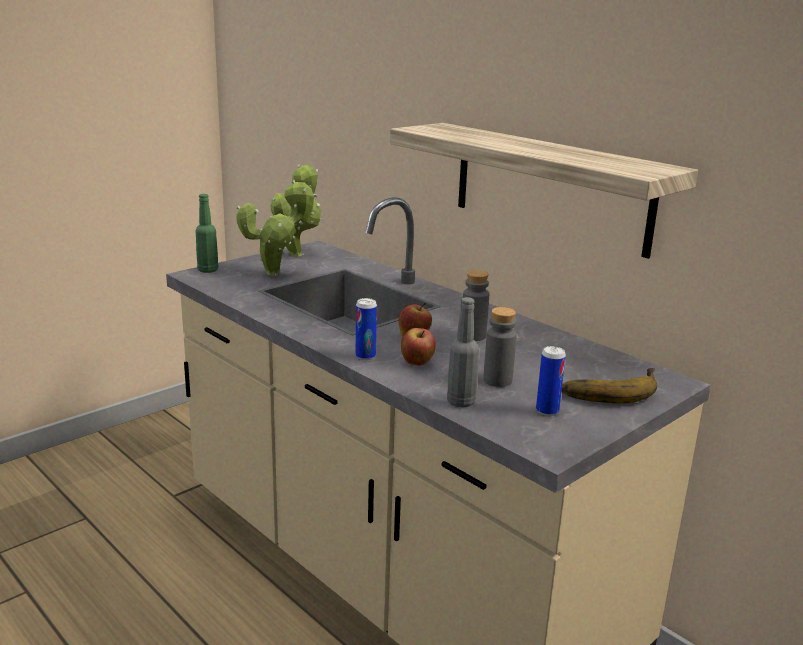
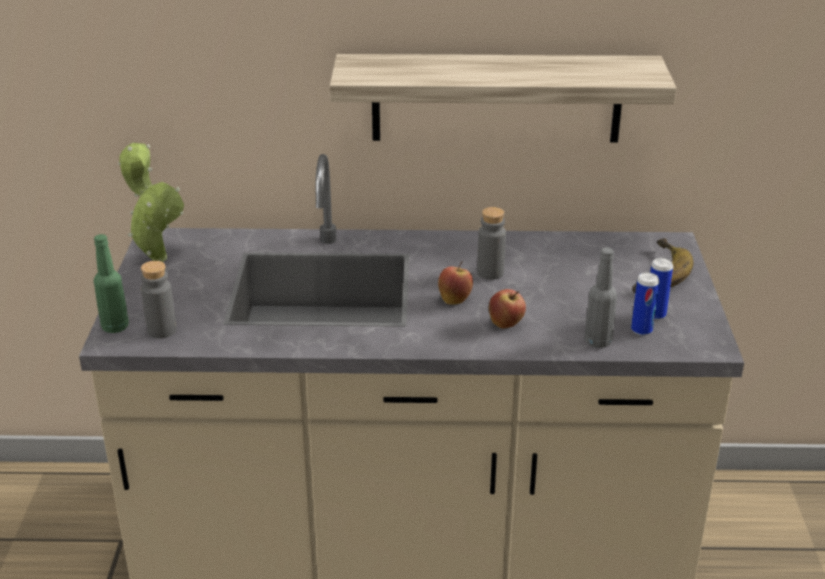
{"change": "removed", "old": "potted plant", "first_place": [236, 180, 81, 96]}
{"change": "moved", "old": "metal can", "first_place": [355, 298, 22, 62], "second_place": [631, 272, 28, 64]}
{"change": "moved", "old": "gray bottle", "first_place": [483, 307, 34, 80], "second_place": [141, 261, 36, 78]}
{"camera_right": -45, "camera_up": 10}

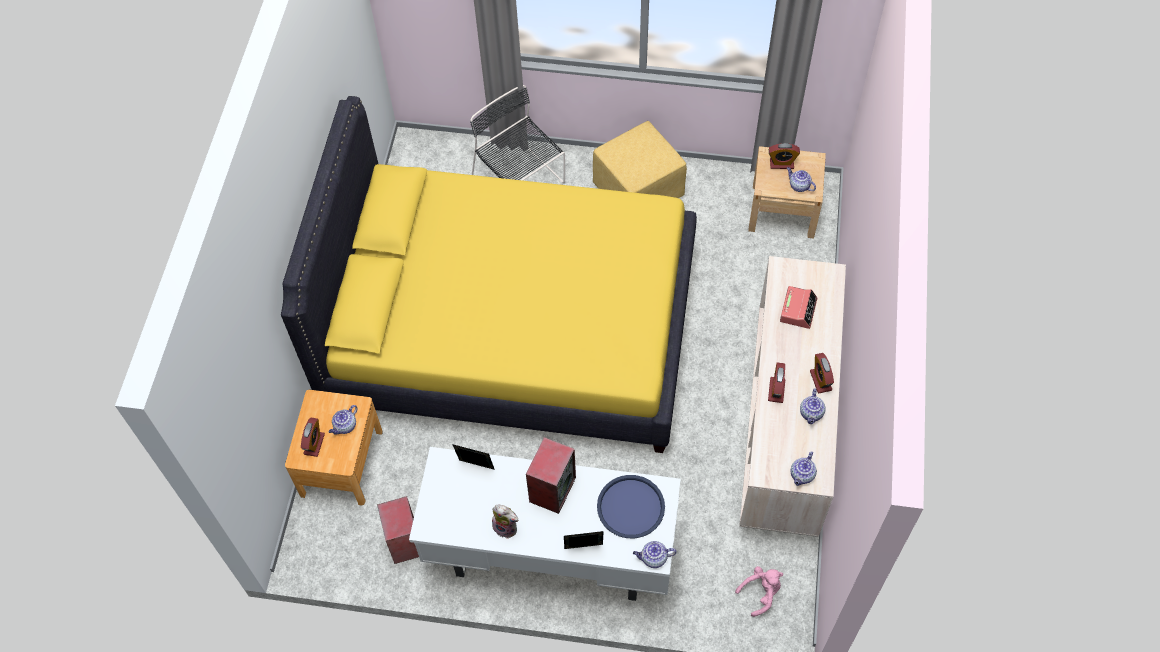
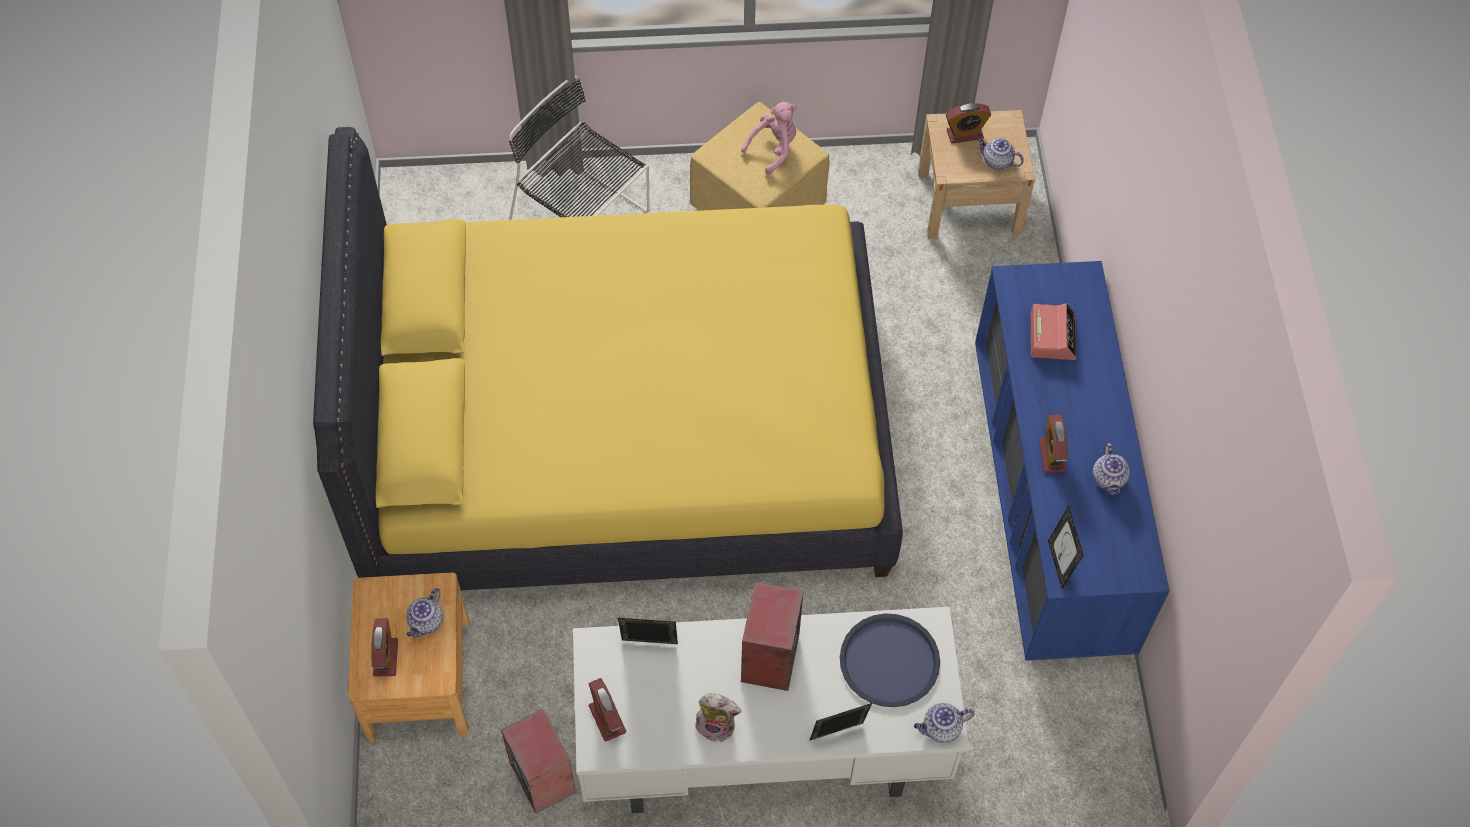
{"change": "removed", "old": "teapot", "first_place": [790, 451, 27, 35]}
{"change": "added", "new": "photo frame", "second_place": [1048, 506, 35, 83]}
{"change": "moved", "old": "pink cuddly toy", "first_place": [735, 566, 48, 51], "second_place": [741, 102, 56, 73]}
{"change": "moved", "old": "bedside clock", "first_place": [810, 353, 24, 40], "second_place": [589, 678, 37, 64]}
{"change": "recoloured", "old": "beige-coloured dresser", "new": "bluish dresser", "first_place": [739, 256, 107, 281], "second_place": [975, 261, 194, 400]}
{"camera_right": -15, "camera_up": 0}

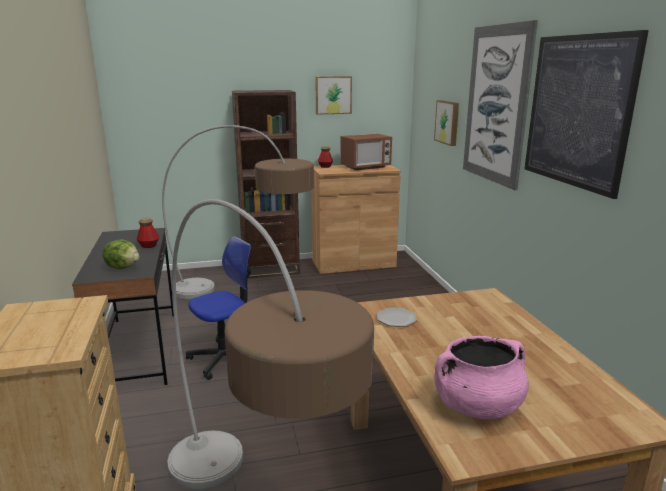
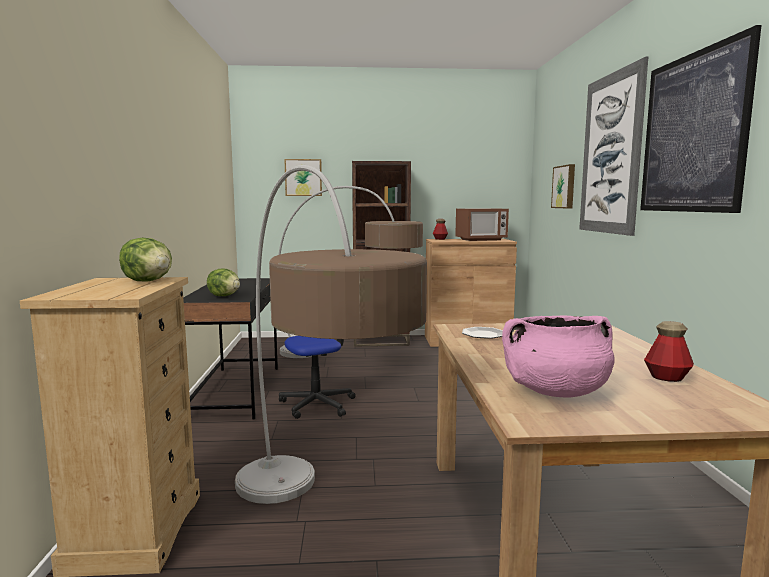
{"change": "added", "new": "lettuce", "second_place": [119, 238, 53, 43]}
{"change": "moved", "old": "bottle", "first_place": [136, 218, 23, 30], "second_place": [644, 321, 50, 61]}
{"change": "moved", "old": "picture", "first_place": [315, 76, 37, 38], "second_place": [284, 159, 38, 37]}
{"camera_right": 10, "camera_up": -10}

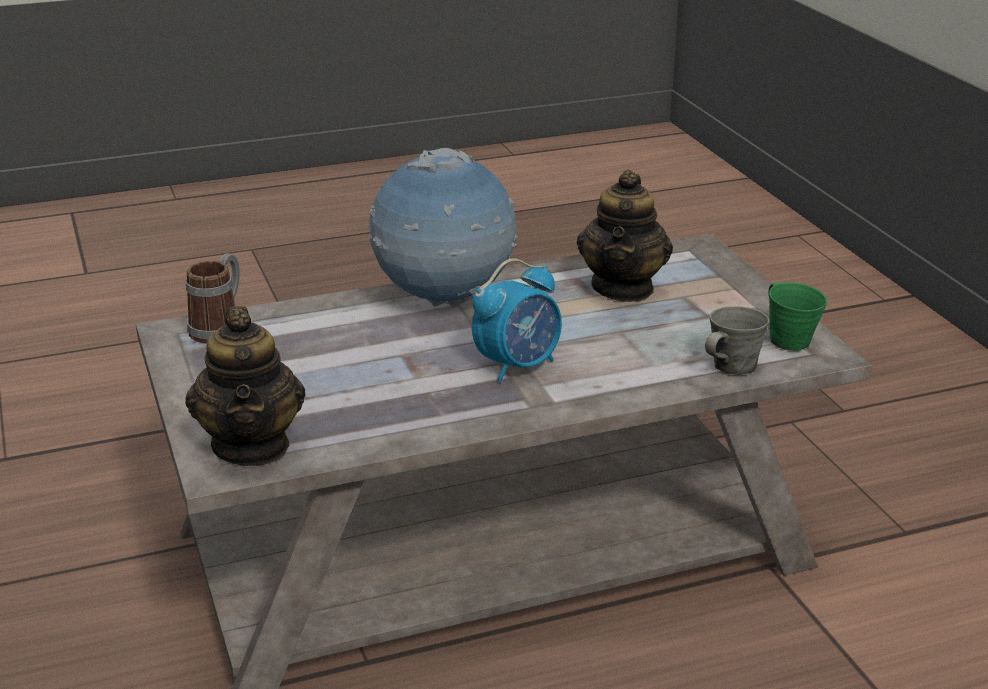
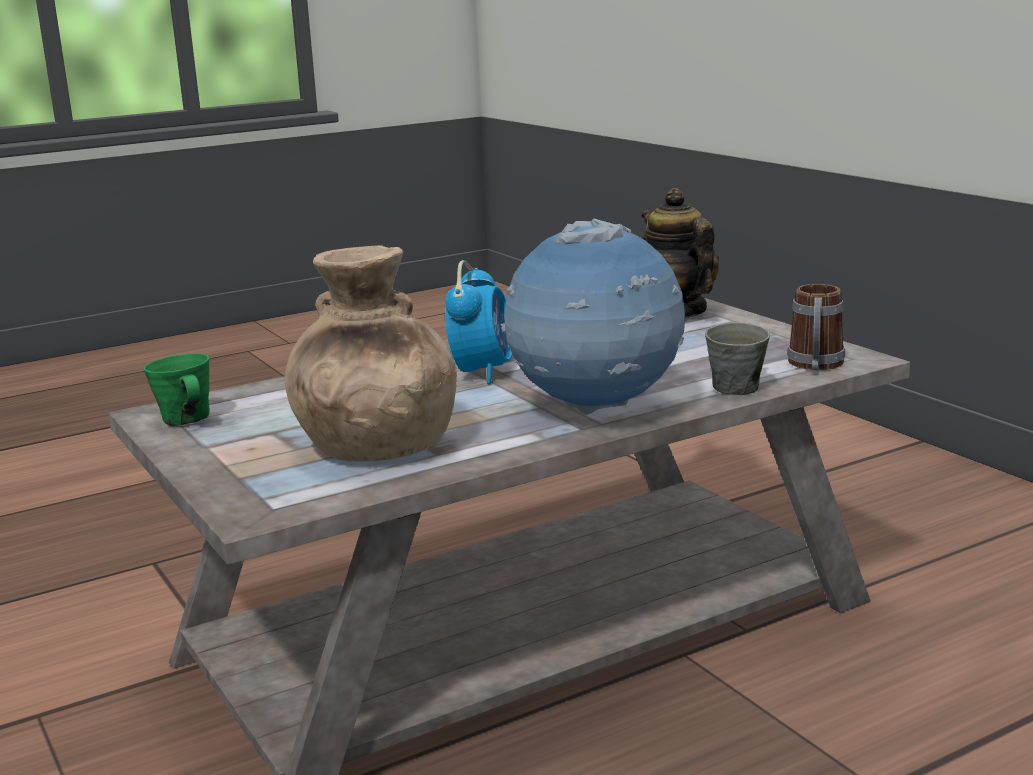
{"change": "moved", "old": "gray mug", "first_place": [705, 306, 64, 69], "second_place": [705, 323, 65, 72]}
{"change": "replaced", "old": "teapot", "new": "brown flower vase", "first_place": [577, 170, 96, 132], "second_place": [285, 245, 172, 216]}
{"change": "turned", "old": "bedside clock", "first_place": [472, 259, 90, 124], "second_place": [445, 260, 67, 124], "degrees": 150}
{"camera_right": 170, "camera_up": -10}

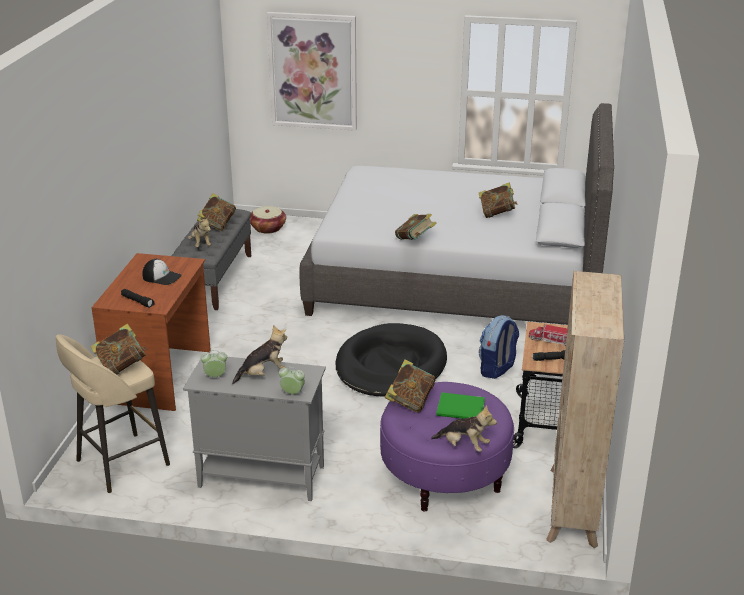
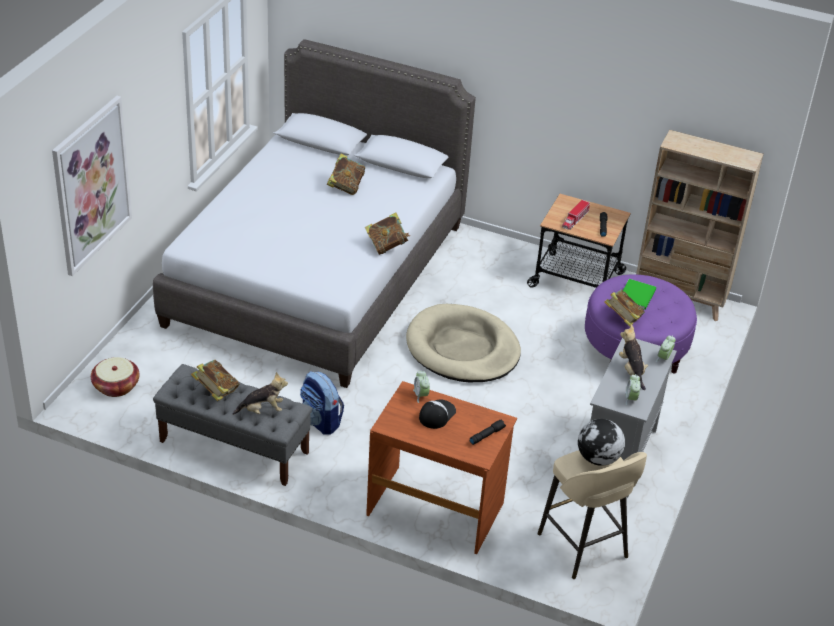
{"change": "removed", "old": "cuddly toy", "first_place": [431, 405, 66, 47]}
{"change": "added", "new": "bedside clock", "second_place": [413, 370, 17, 33]}
{"change": "moved", "old": "rucksack", "first_place": [479, 315, 40, 64], "second_place": [300, 371, 44, 64]}
{"change": "replaced", "old": "volume", "new": "world globe", "first_place": [90, 323, 58, 52], "second_place": [578, 419, 47, 47]}
{"change": "recoloured", "old": "blackish dog cushion", "new": "beige-coloured dog cushion", "first_place": [335, 323, 112, 74], "second_place": [406, 304, 115, 78]}
{"camera_right": -80, "camera_up": 10}

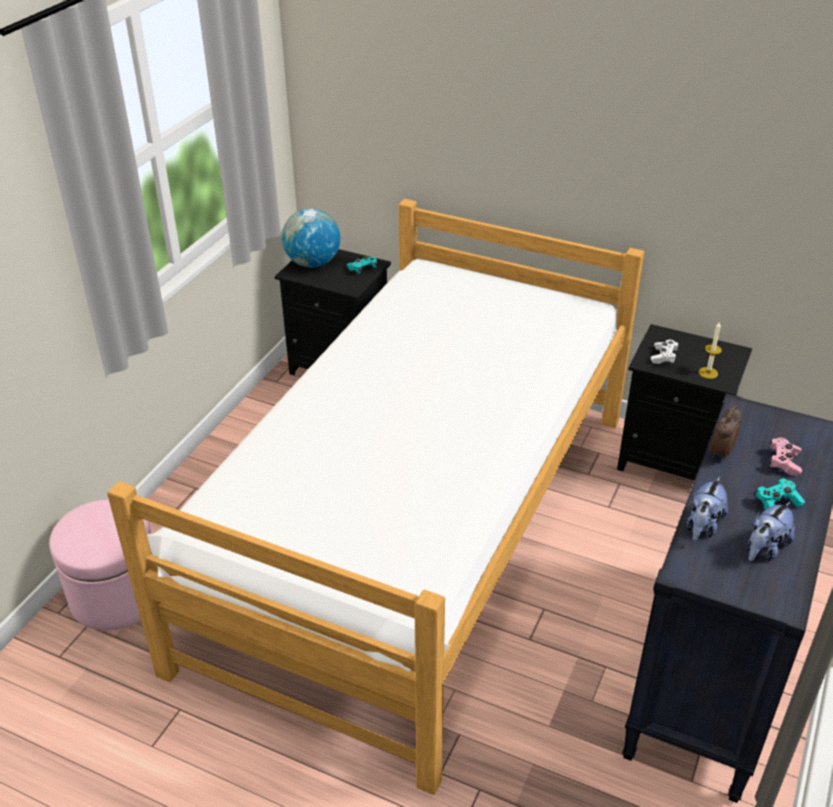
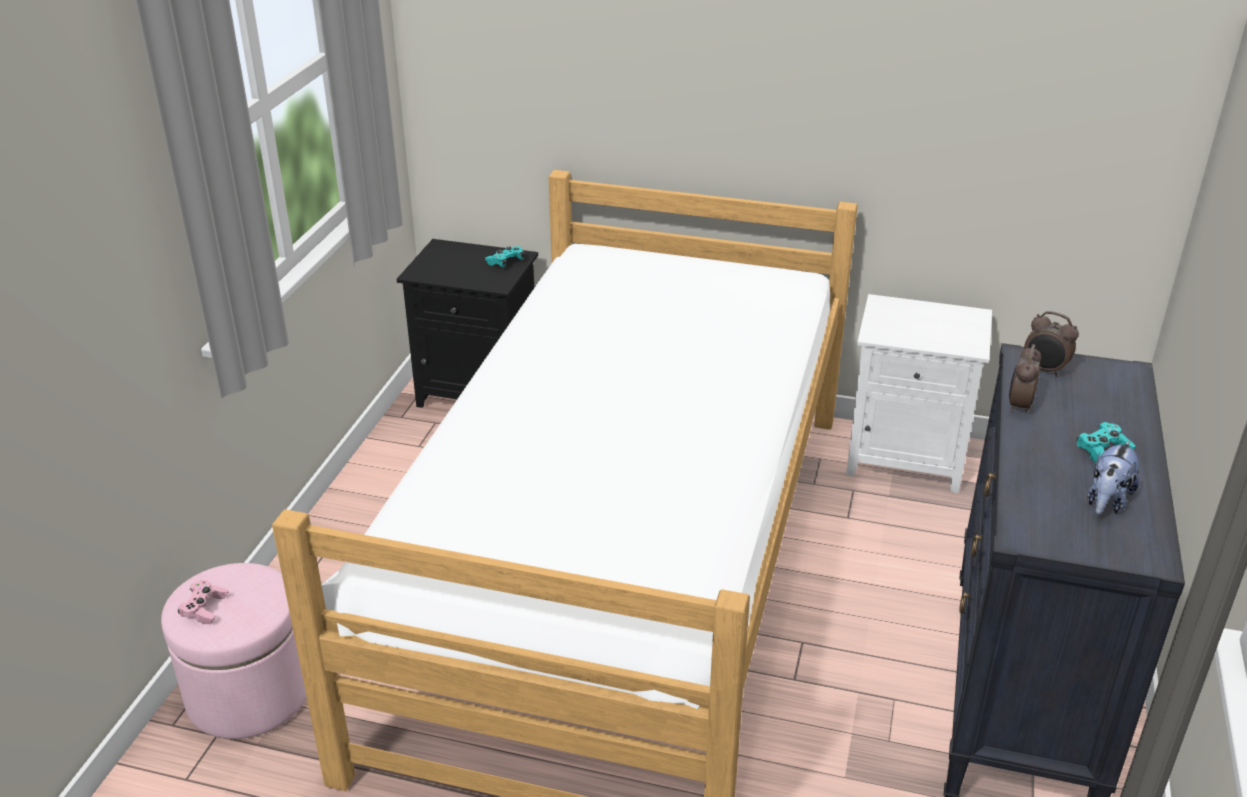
{"change": "removed", "old": "world globe", "first_place": [282, 208, 58, 60]}
{"change": "removed", "old": "whitish joypad", "first_place": [651, 340, 28, 24]}
{"change": "removed", "old": "cuddly toy", "first_place": [687, 477, 41, 64]}
{"change": "removed", "old": "wax light", "first_place": [699, 321, 23, 58]}
{"change": "added", "new": "bedside clock", "second_place": [1024, 311, 55, 66]}
{"change": "moved", "old": "pink joypad", "first_place": [770, 438, 32, 38], "second_place": [178, 580, 50, 44]}
{"change": "recoloured", "old": "blackish bedside table", "new": "whitish bedside table", "first_place": [617, 324, 135, 156], "second_place": [846, 294, 146, 199]}
{"camera_right": -10, "camera_up": -5}

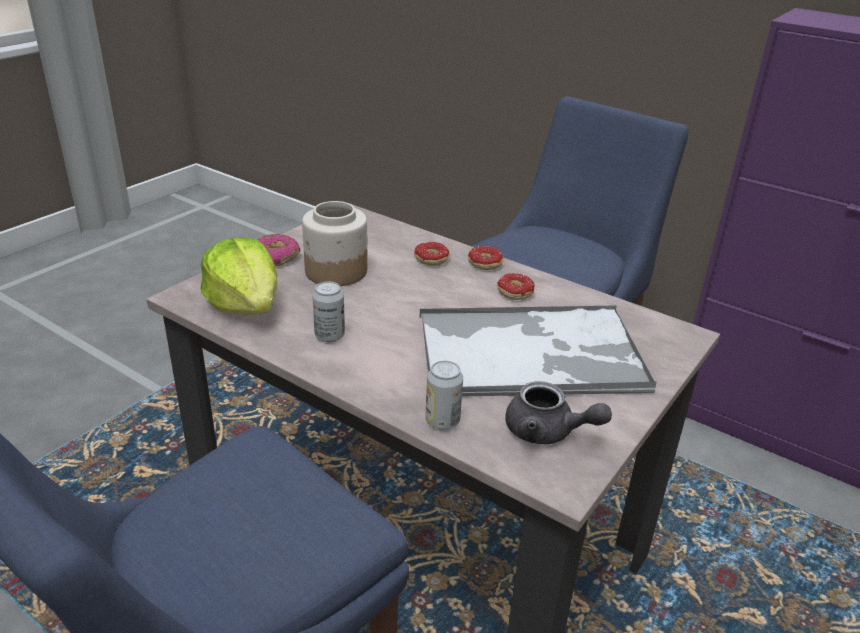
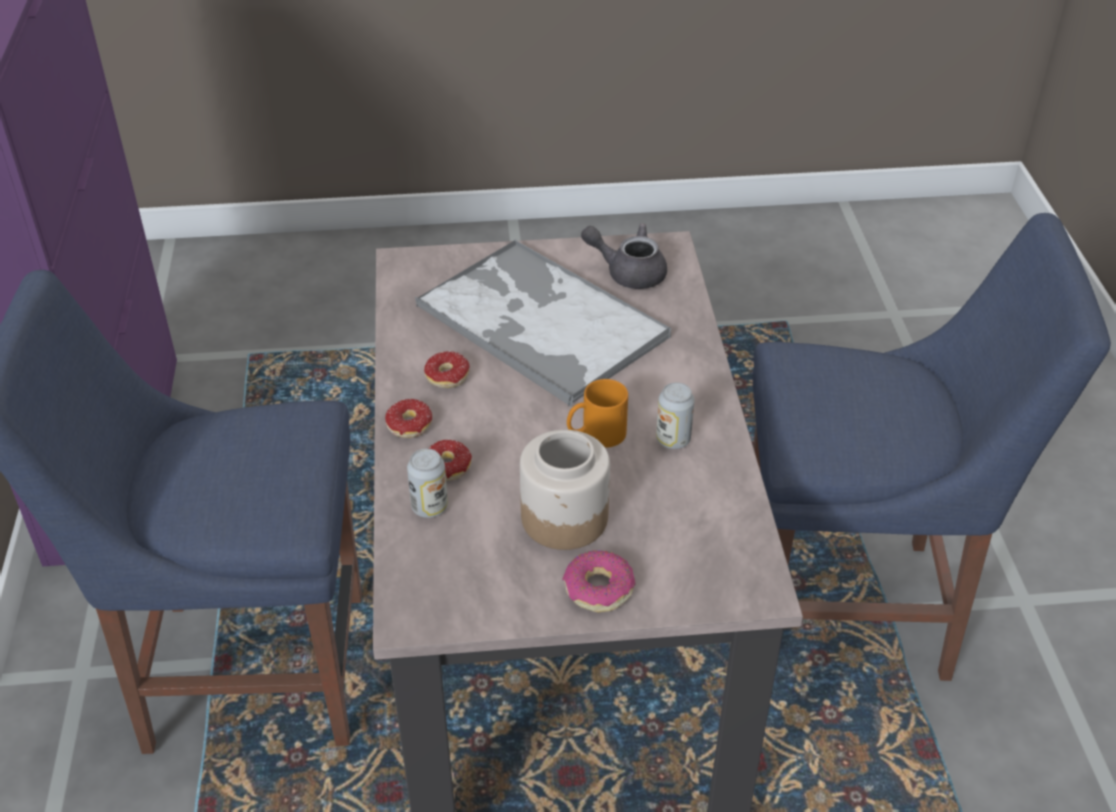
{"change": "removed", "old": "lettuce", "first_place": [201, 237, 76, 78]}
{"change": "added", "new": "orange-coloured mug", "second_place": [567, 379, 61, 69]}
{"change": "moved", "old": "metal can", "first_place": [426, 361, 37, 69], "second_place": [407, 448, 41, 70]}
{"change": "turned", "old": "gray teapot", "first_place": [505, 381, 107, 63], "second_place": [581, 223, 86, 66], "degrees": -60}
{"camera_right": -130, "camera_up": 10}

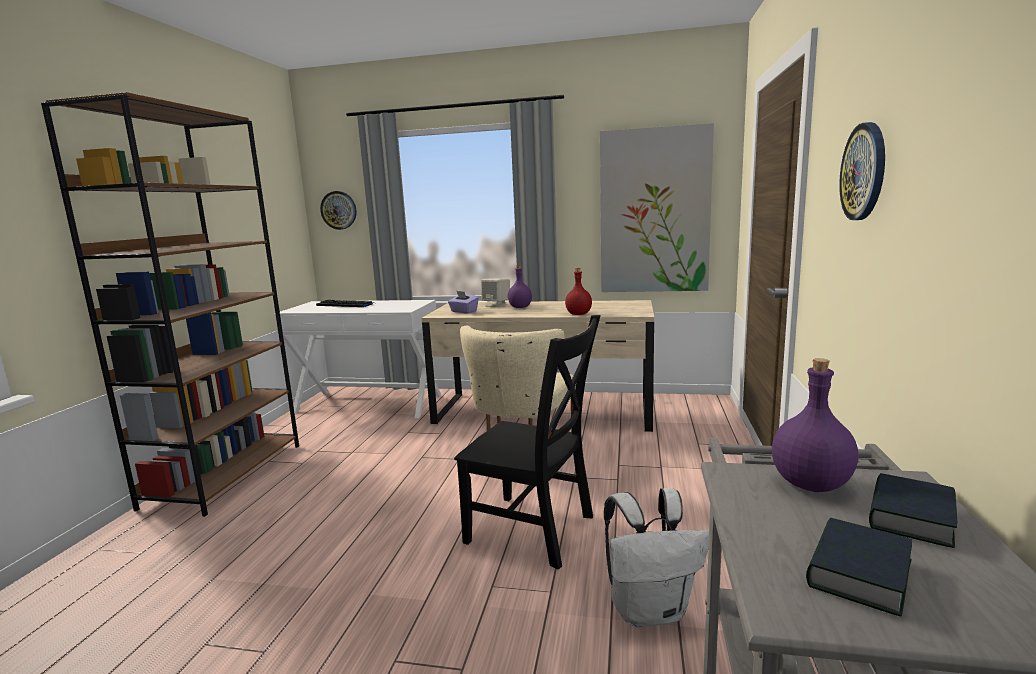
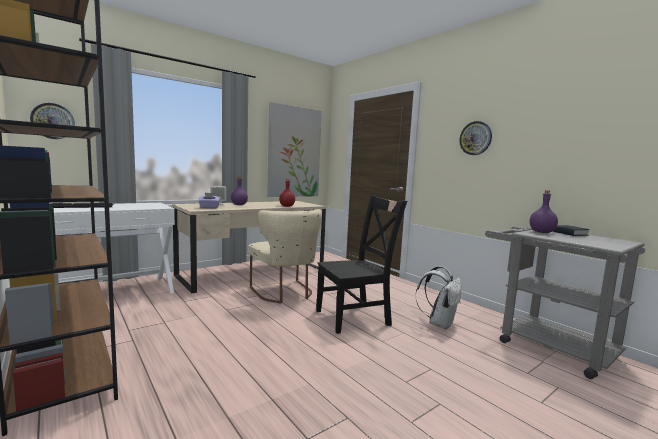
{"change": "removed", "old": "volume", "first_place": [806, 518, 106, 98]}
{"camera_right": -50, "camera_up": -5}

